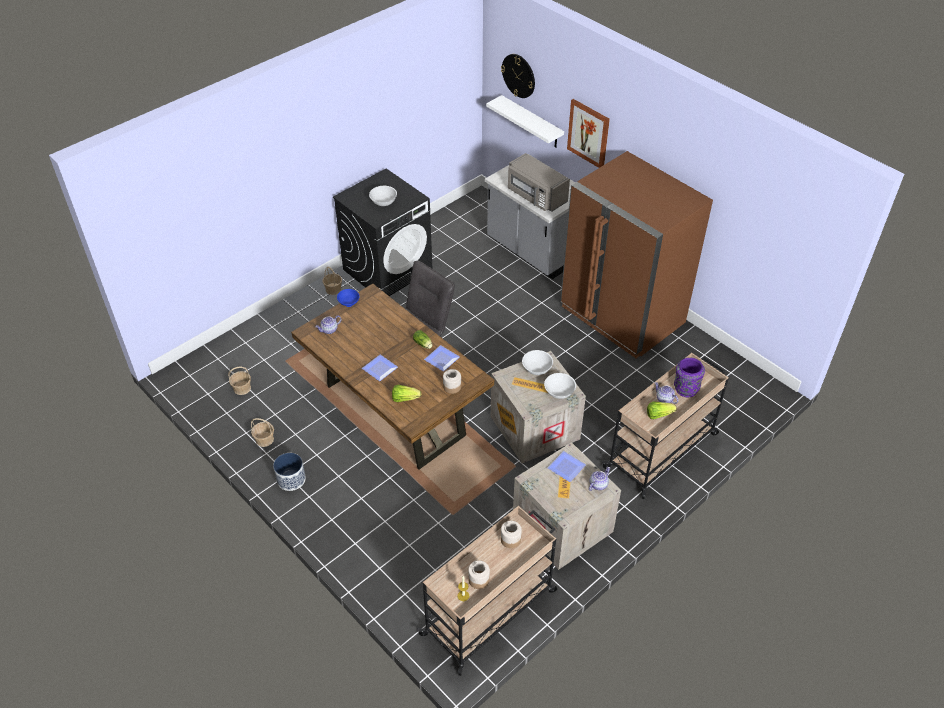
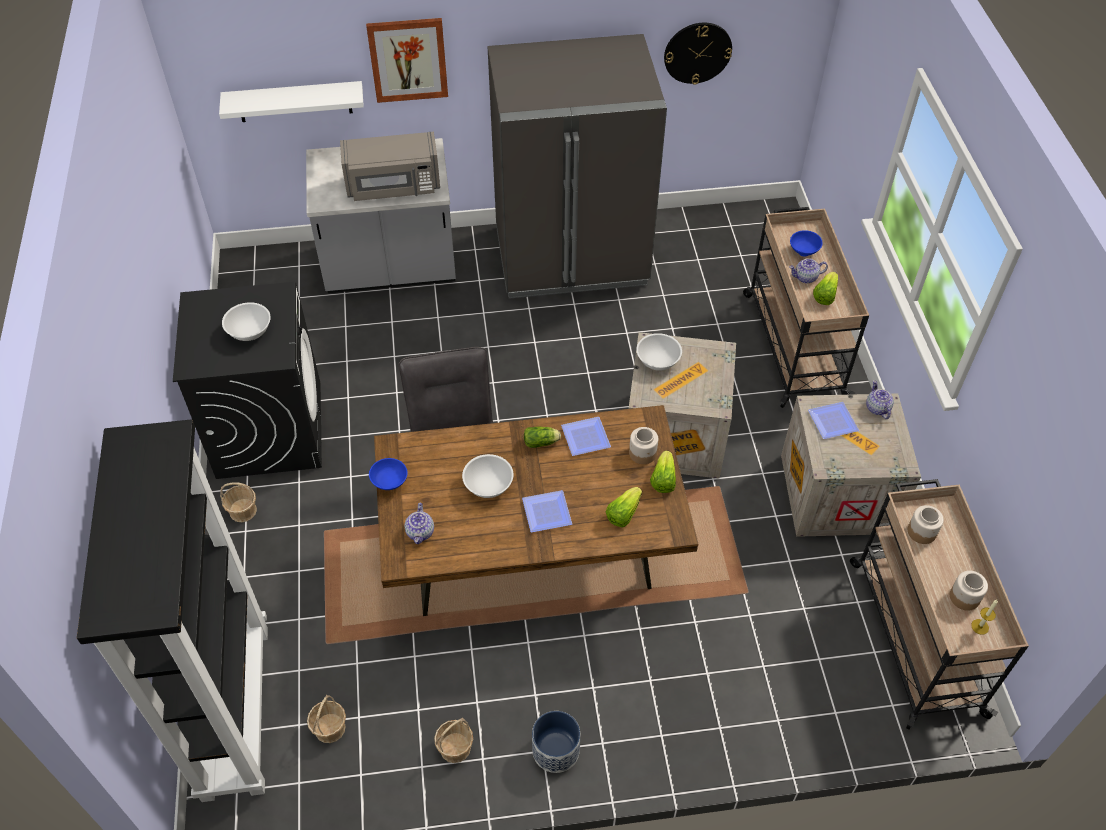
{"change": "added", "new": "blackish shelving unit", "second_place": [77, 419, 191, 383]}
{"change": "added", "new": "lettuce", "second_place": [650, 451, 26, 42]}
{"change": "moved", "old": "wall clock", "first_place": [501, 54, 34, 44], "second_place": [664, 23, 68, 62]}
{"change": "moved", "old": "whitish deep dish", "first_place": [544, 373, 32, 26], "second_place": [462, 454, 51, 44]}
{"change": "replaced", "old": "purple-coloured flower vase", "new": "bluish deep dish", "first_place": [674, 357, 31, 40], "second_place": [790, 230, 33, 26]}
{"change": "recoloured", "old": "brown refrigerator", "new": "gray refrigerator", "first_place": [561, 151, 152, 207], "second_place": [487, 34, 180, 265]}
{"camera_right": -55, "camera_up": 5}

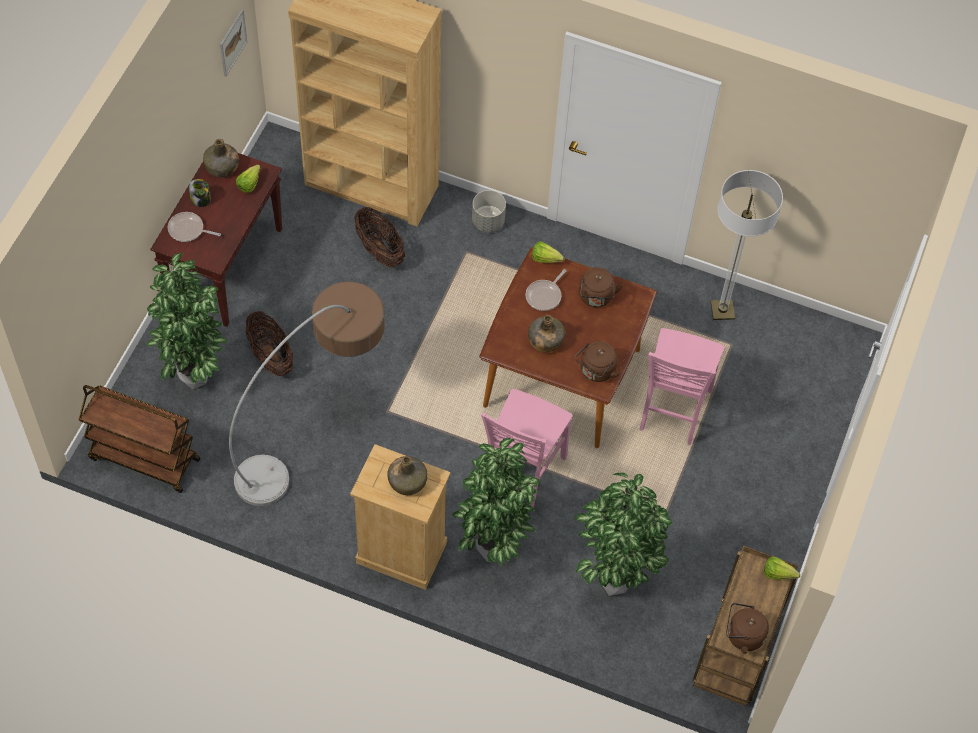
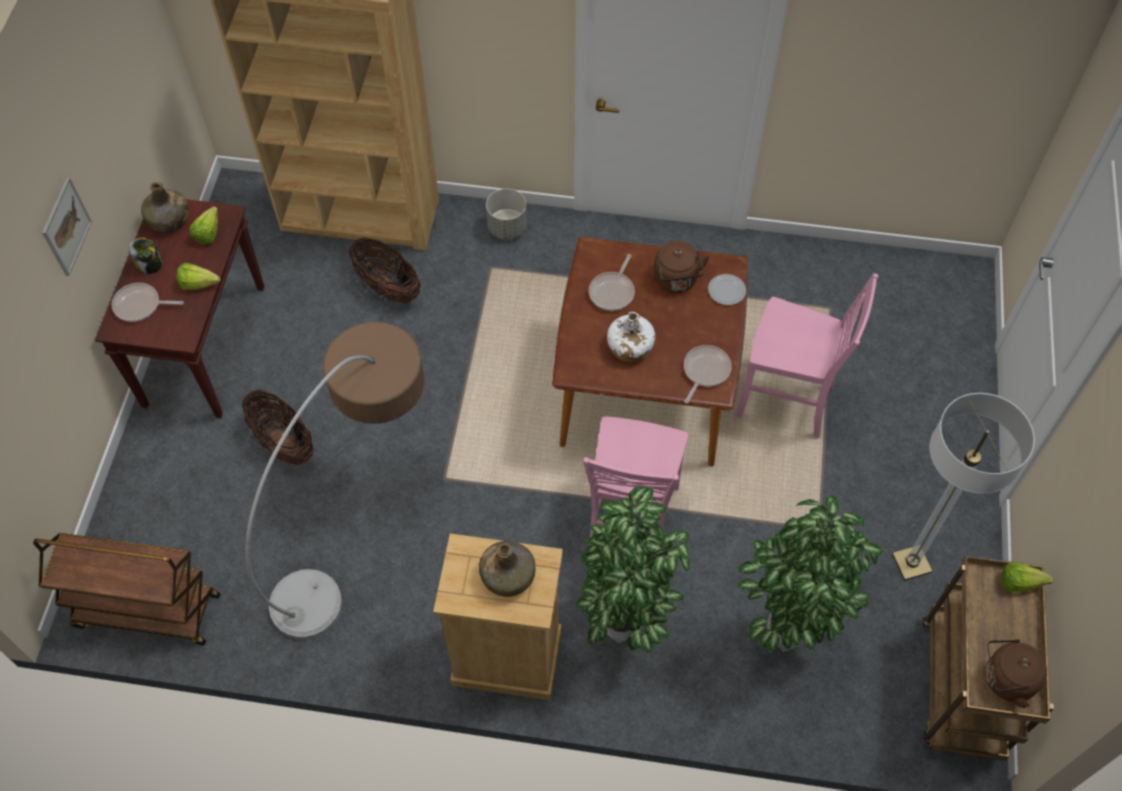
{"change": "removed", "old": "potted plant", "first_place": [146, 253, 82, 136]}
{"change": "added", "new": "plate", "second_place": [708, 274, 38, 31]}
{"change": "moved", "old": "picture", "first_place": [220, 9, 27, 68], "second_place": [42, 177, 50, 99]}
{"change": "moved", "old": "lettuce", "first_place": [532, 241, 33, 22], "second_place": [176, 263, 44, 27]}
{"change": "moved", "old": "floor lamp", "first_place": [711, 170, 72, 150], "second_place": [892, 393, 143, 187]}
{"change": "replaced", "old": "brown water kettle", "new": "skillet", "first_place": [575, 341, 46, 41], "second_place": [684, 345, 48, 58]}
{"change": "recoloured", "old": "greenish bottle", "new": "whitish bottle", "first_place": [528, 315, 37, 37], "second_place": [607, 312, 48, 50]}
{"change": "turned", "old": "pink plain chair", "first_place": [639, 328, 85, 117], "second_place": [736, 273, 142, 165], "degrees": -75}
{"camera_right": -10, "camera_up": 0}

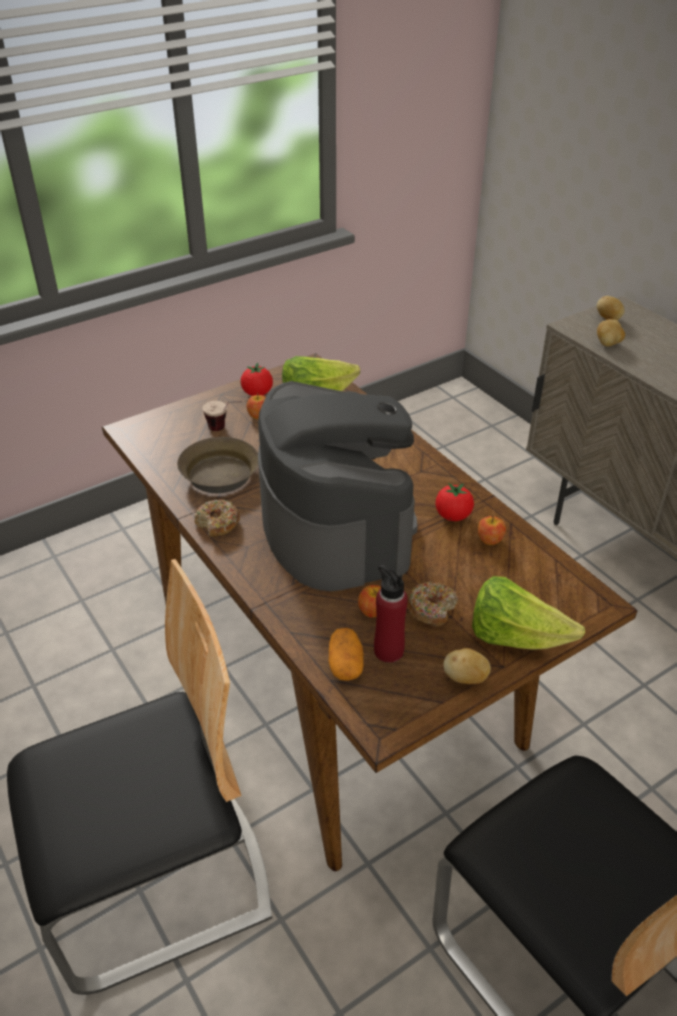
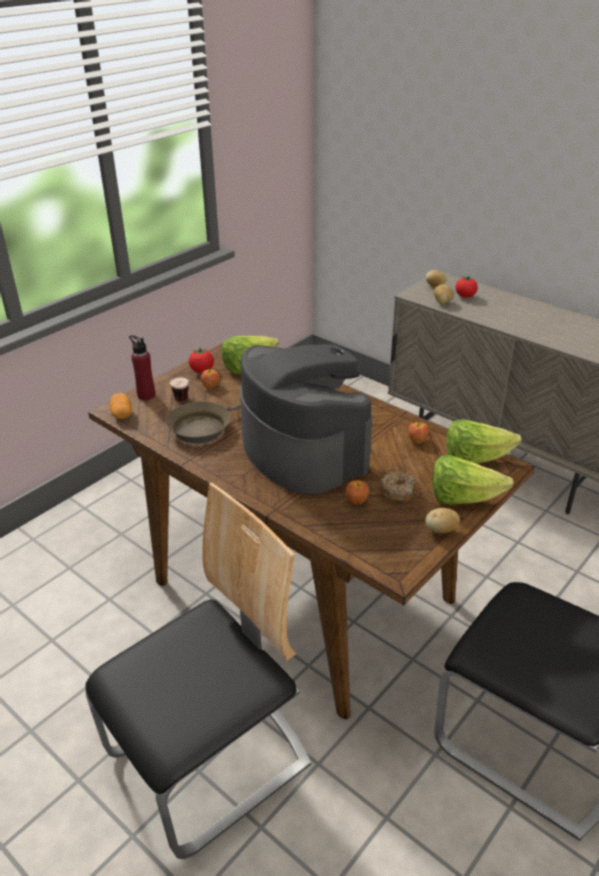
{"change": "removed", "old": "doughnut", "first_place": [194, 499, 46, 38]}
{"change": "added", "new": "lettuce", "second_place": [446, 419, 75, 45]}
{"change": "moved", "old": "whole potato", "first_place": [329, 628, 35, 53], "second_place": [110, 393, 22, 26]}
{"change": "moved", "old": "red-coloured bottle", "first_place": [374, 565, 34, 98], "second_place": [129, 335, 26, 65]}
{"change": "moved", "old": "whole tomato", "first_place": [435, 483, 39, 38], "second_place": [456, 276, 22, 22]}
{"camera_right": -15, "camera_up": -5}

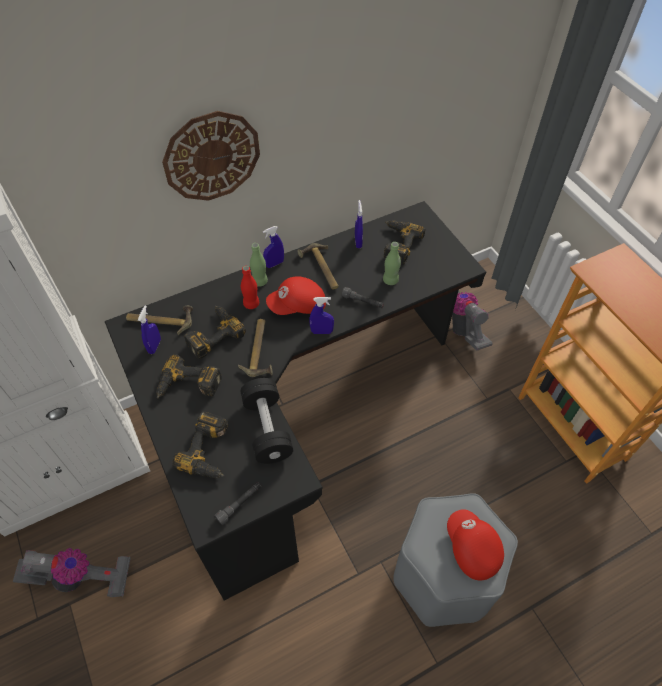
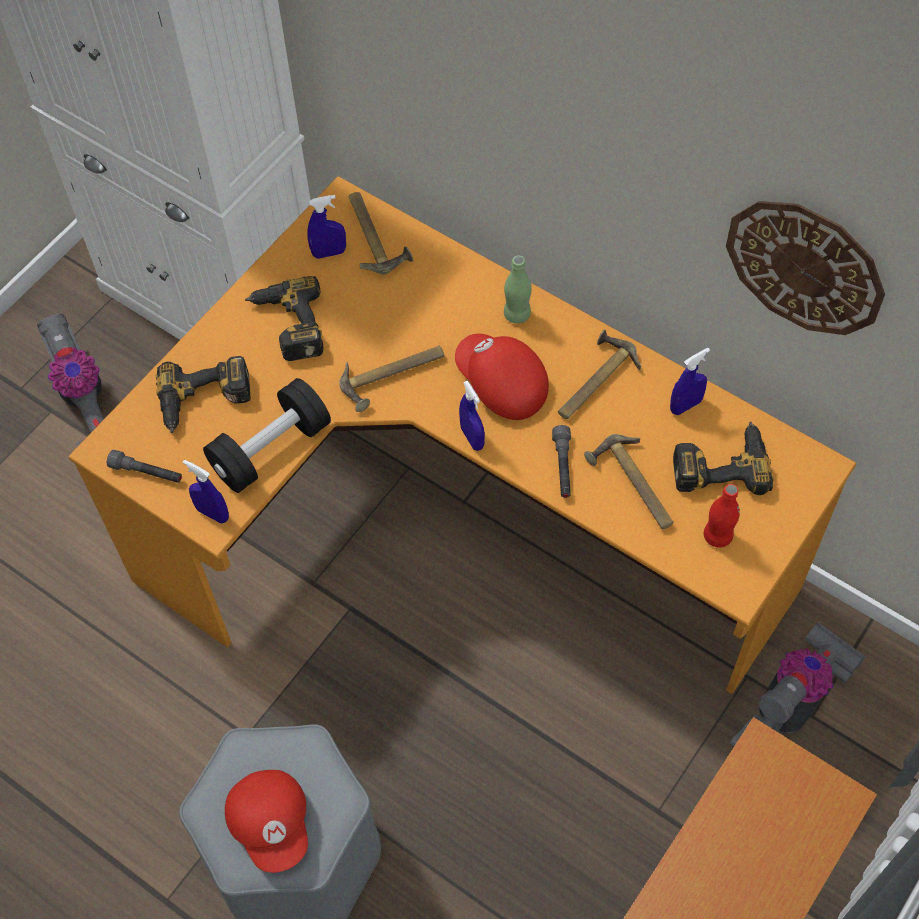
{"change": "removed", "old": "electric drill", "first_place": [184, 306, 62, 53]}
{"change": "moved", "old": "wall clock", "first_place": [162, 111, 98, 90], "second_place": [726, 201, 159, 134]}
{"change": "moved", "old": "red-coloured bottle", "first_place": [241, 266, 18, 43], "second_place": [704, 484, 36, 63]}
{"change": "moved", "old": "bluish spray bottle", "first_place": [263, 226, 21, 42], "second_place": [183, 460, 46, 64]}
{"change": "replaced", "old": "greenish bottle", "new": "tool hammer", "first_place": [383, 242, 18, 43], "second_place": [584, 434, 90, 95]}
{"change": "recoloured", "old": "blackish desk unit", "new": "orange-coloured desk unit", "first_place": [105, 201, 381, 400], "second_place": [69, 176, 787, 518]}
{"change": "turned", "old": "red-coloured baseball cap", "first_place": [447, 509, 57, 71], "second_place": [225, 770, 83, 103], "degrees": 120}
{"camera_right": 65, "camera_up": 5}

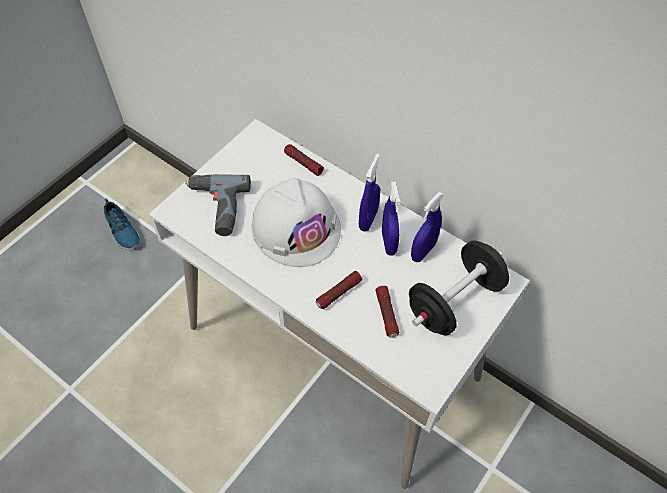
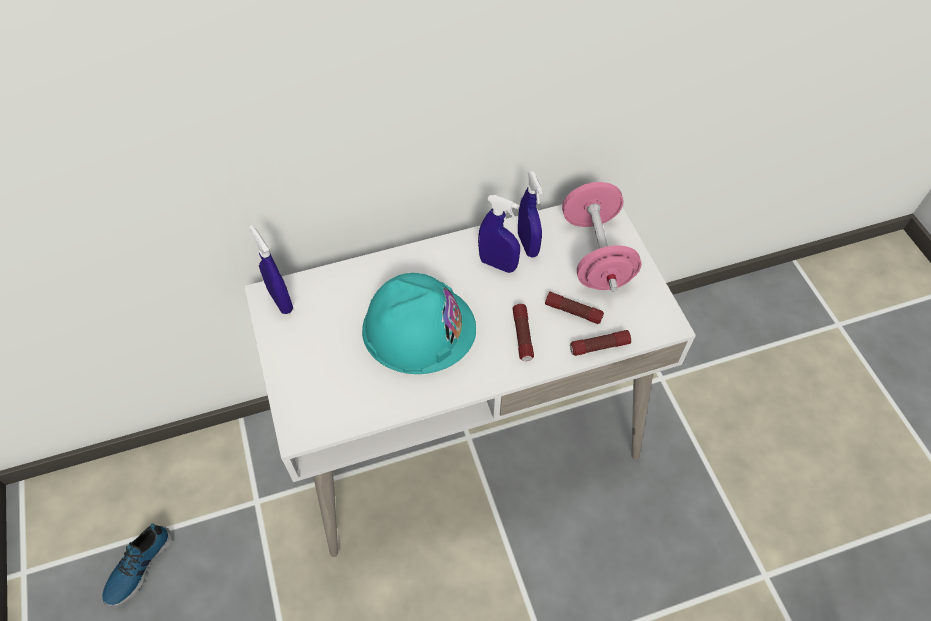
{"change": "removed", "old": "electric drill", "first_place": [185, 174, 66, 62]}
{"change": "moved", "old": "torch", "first_place": [284, 144, 40, 32], "second_place": [570, 330, 61, 26]}
{"change": "moved", "old": "bluish spray bottle", "first_place": [359, 154, 21, 77], "second_place": [249, 225, 44, 89]}
{"change": "recoloured", "old": "whitish work helmet", "new": "turquoise work helmet", "first_place": [252, 178, 89, 89], "second_place": [362, 273, 114, 101]}
{"change": "recoloured", "old": "blackish hand weight", "new": "pink hand weight", "first_place": [409, 241, 100, 95], "second_place": [562, 182, 79, 109]}
{"change": "turned", "old": "item of footwear", "first_place": [104, 198, 37, 52], "second_place": [102, 523, 71, 84], "degrees": 120}
{"camera_right": -55, "camera_up": 0}

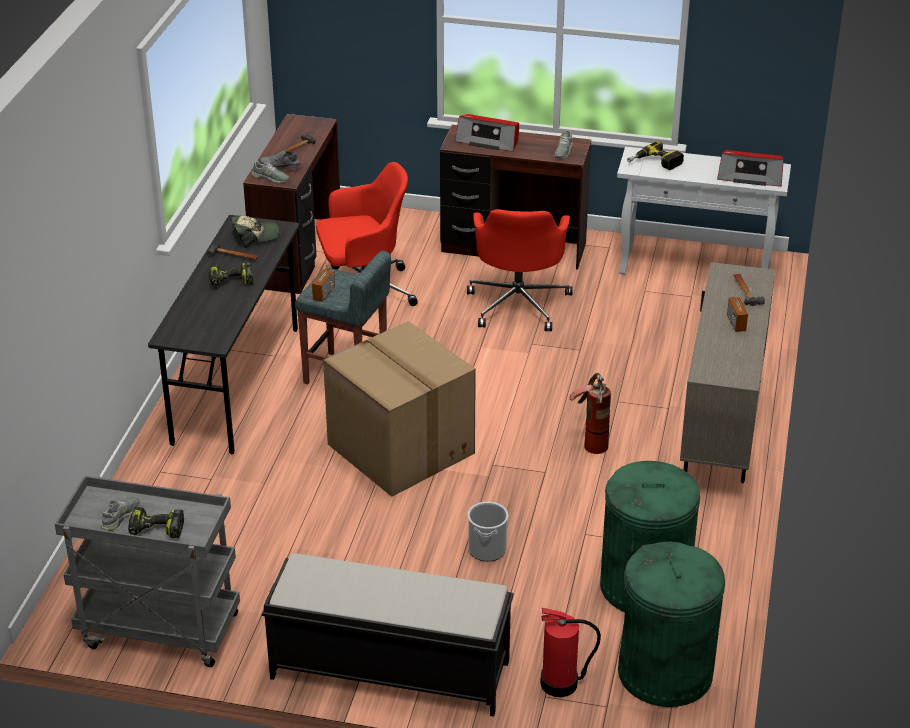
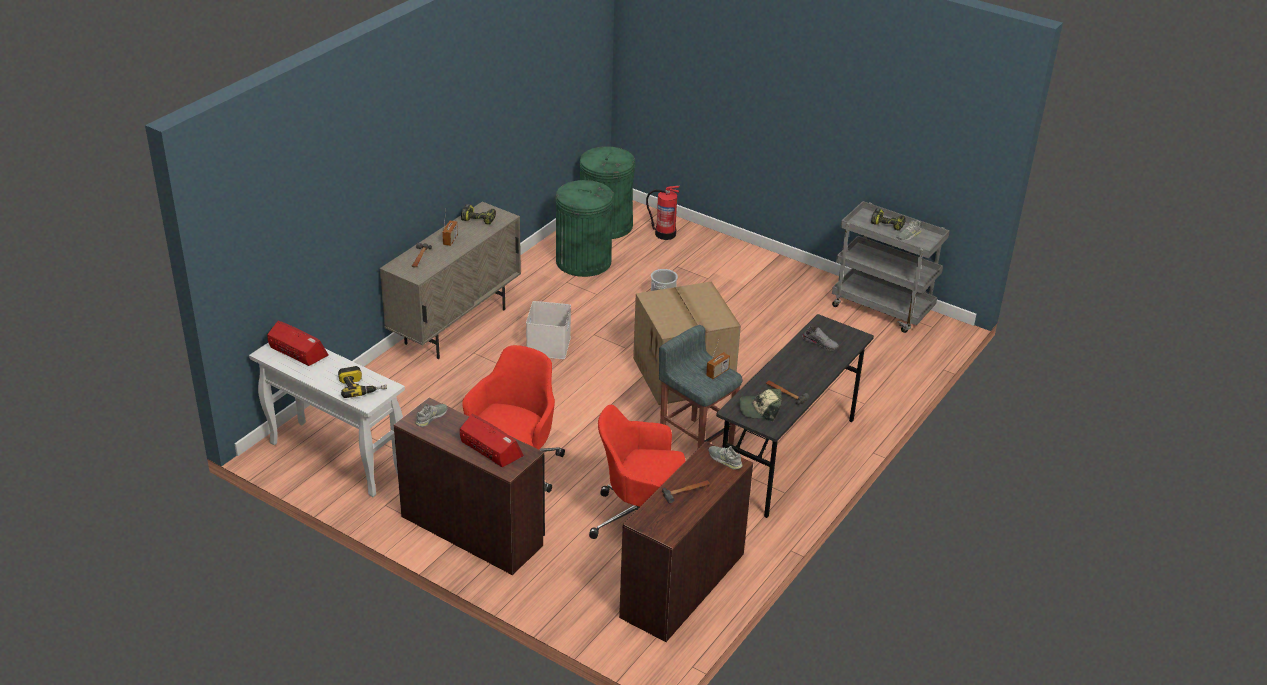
{"change": "removed", "old": "blackish indoor bench", "first_place": [262, 553, 251, 164]}
{"change": "moved", "old": "electric drill", "first_place": [209, 262, 44, 24], "second_place": [461, 204, 35, 21]}
{"change": "moved", "old": "gray item of footwear", "first_place": [259, 150, 42, 20], "second_place": [802, 326, 37, 25]}
{"change": "replaced", "old": "fire-fighting cylinder", "new": "whitish storage container", "first_place": [569, 373, 42, 81], "second_place": [526, 301, 45, 58]}
{"camera_right": -160, "camera_up": 0}

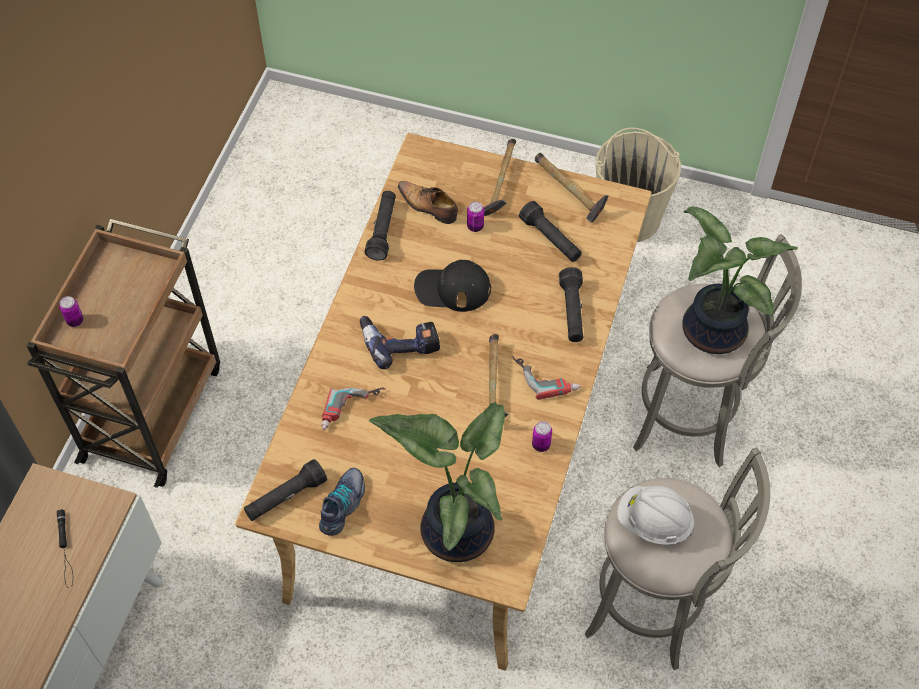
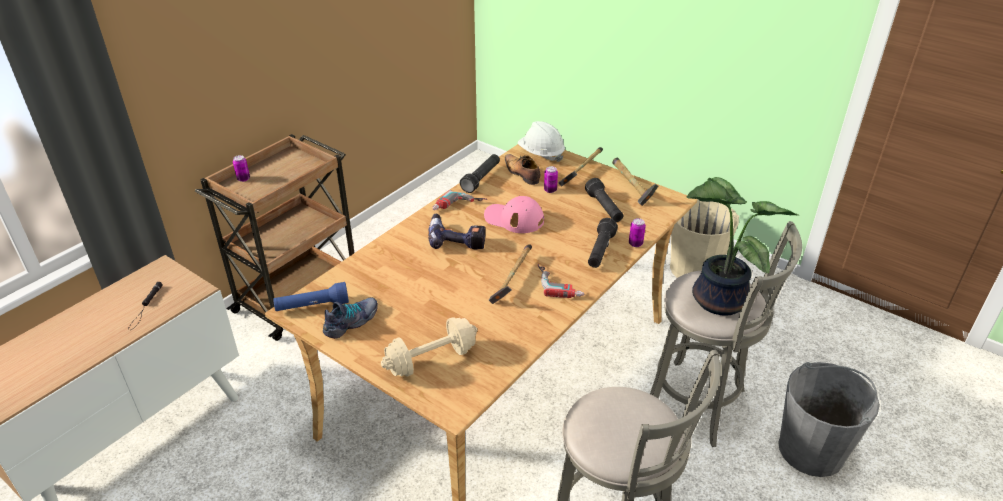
{"change": "added", "new": "gray water bucket", "second_place": [778, 362, 102, 115]}
{"change": "moved", "old": "electric drill", "first_place": [321, 388, 65, 42], "second_place": [432, 190, 56, 20]}
{"change": "moved", "old": "metal can", "first_place": [532, 421, 20, 31], "second_place": [629, 218, 17, 29]}
{"change": "moved", "old": "whitish work helmet", "first_place": [617, 486, 77, 59], "second_place": [518, 121, 47, 41]}
{"change": "replaced", "old": "potted plant", "new": "beige-coloured hand weight", "first_place": [369, 402, 136, 160], "second_place": [381, 317, 96, 60]}
{"change": "recoloured", "old": "blackish torch", "new": "bluish torch", "first_place": [244, 459, 83, 62], "second_place": [273, 282, 76, 29]}
{"change": "recoloured", "old": "blackish baseball cap", "new": "pink baseball cap", "first_place": [414, 260, 77, 52], "second_place": [484, 196, 60, 37]}
{"camera_right": 20, "camera_up": -20}

